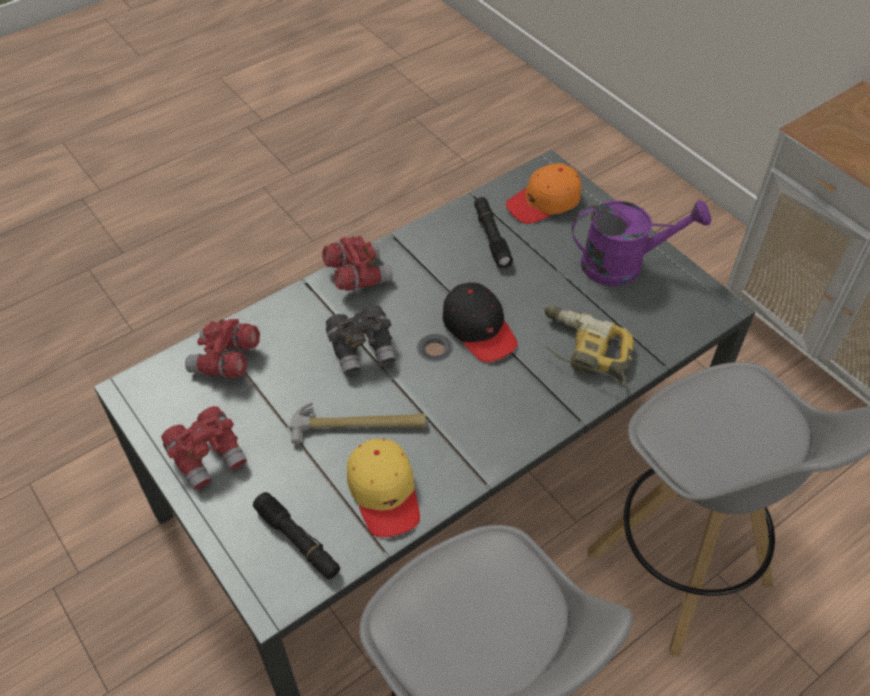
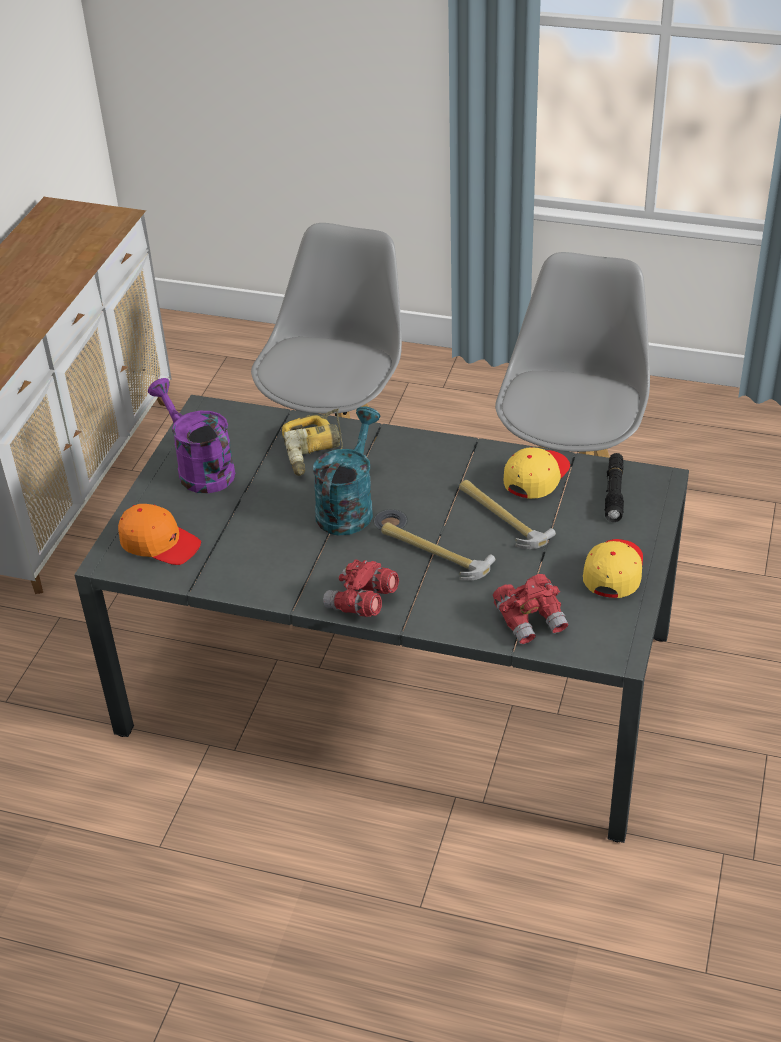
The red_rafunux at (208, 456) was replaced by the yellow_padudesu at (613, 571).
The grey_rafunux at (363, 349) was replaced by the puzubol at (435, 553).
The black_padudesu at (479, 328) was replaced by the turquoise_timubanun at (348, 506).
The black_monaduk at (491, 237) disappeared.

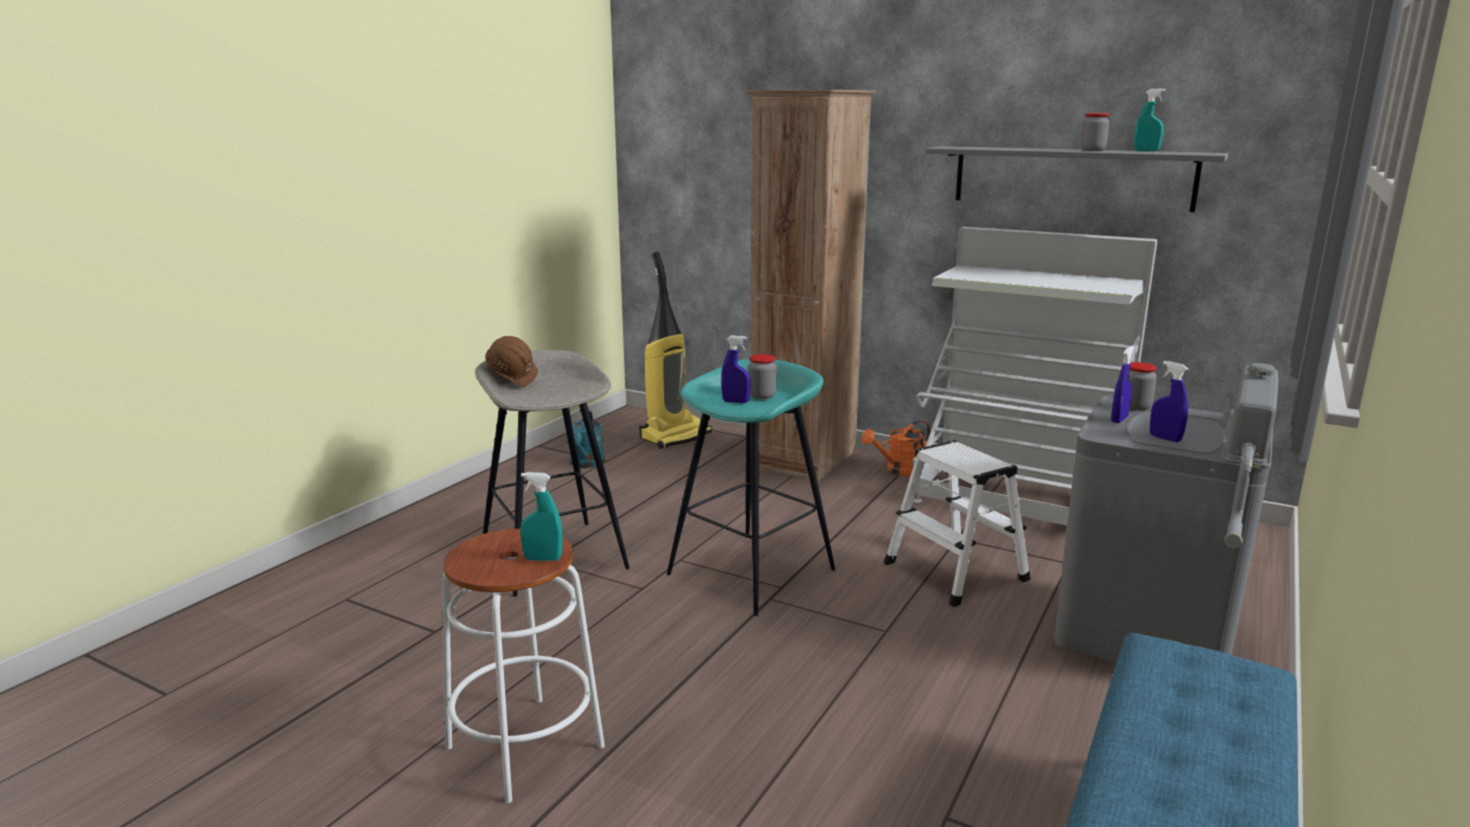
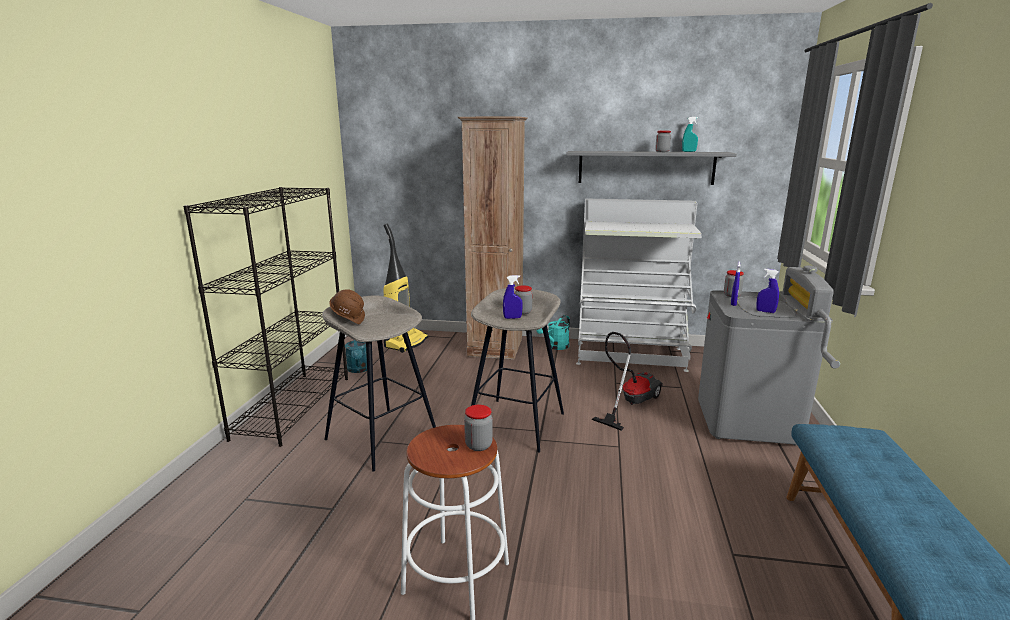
The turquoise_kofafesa at (543, 559) was replaced by the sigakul at (478, 445).
The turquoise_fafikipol at (752, 572) became the grey_fafikipol at (517, 424).
The orange_timubanun at (899, 471) became the turquoise_timubanun at (555, 347).
The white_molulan at (956, 571) was replaced by the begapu at (629, 402).
The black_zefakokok at (293, 406) appeared.

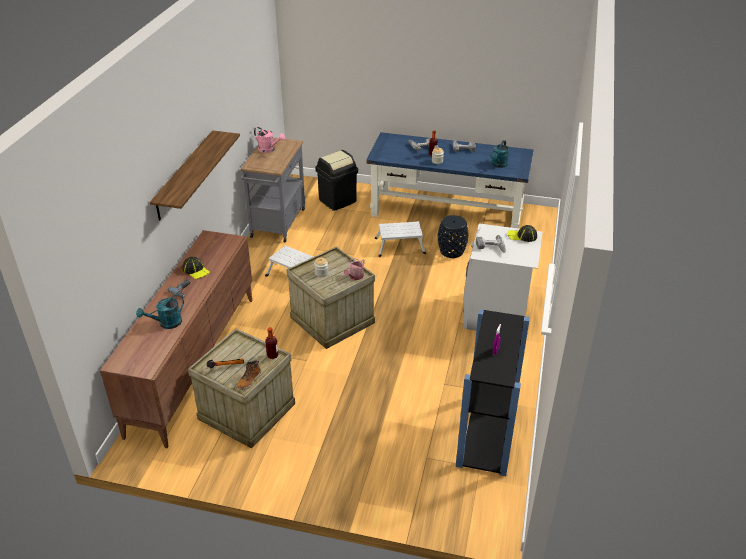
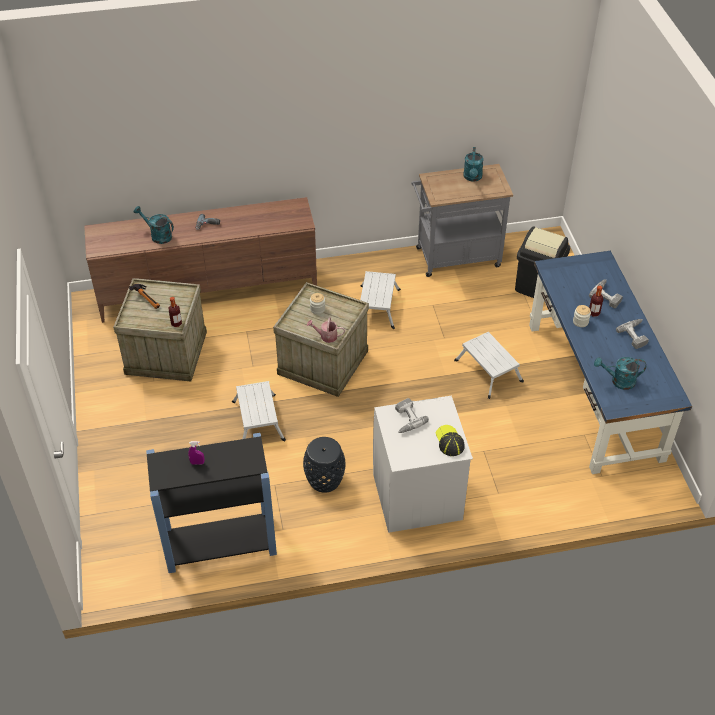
The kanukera at (185, 175) disappeared.
The padudesu at (196, 270) disappeared.
The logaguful at (249, 380) disappeared.
The pink_timubanun at (269, 149) became the turquoise_timubanun at (472, 178).
The black_fafikipol moved from (451, 251) to (324, 480).
The white_molulan at (258, 420) appeared.

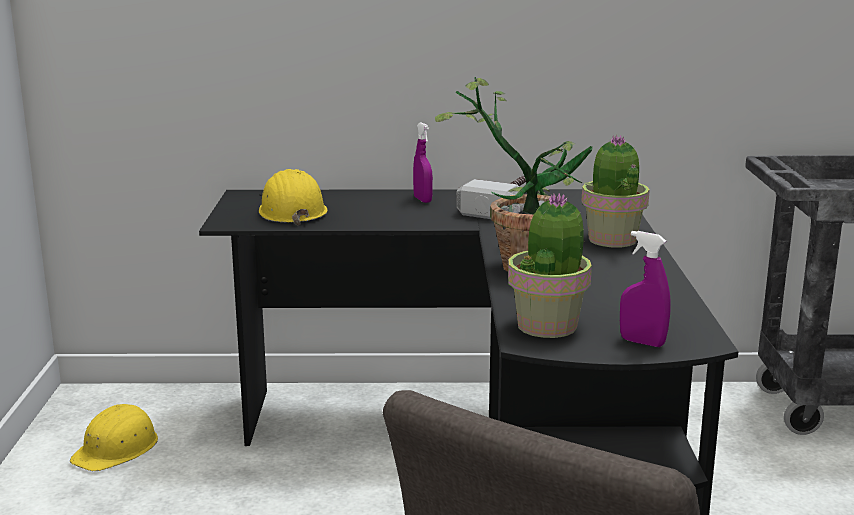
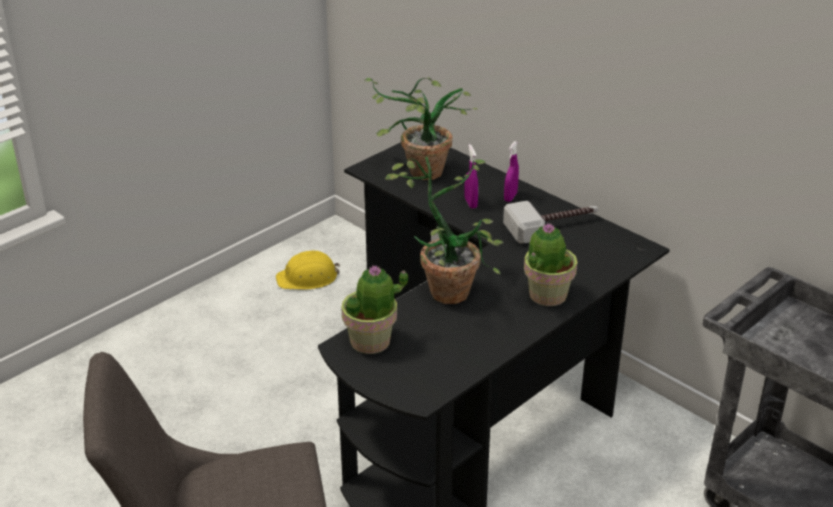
The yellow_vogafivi at (291, 211) was replaced by the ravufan at (417, 173).
The purple_kofafesa moved from (642, 342) to (470, 203).

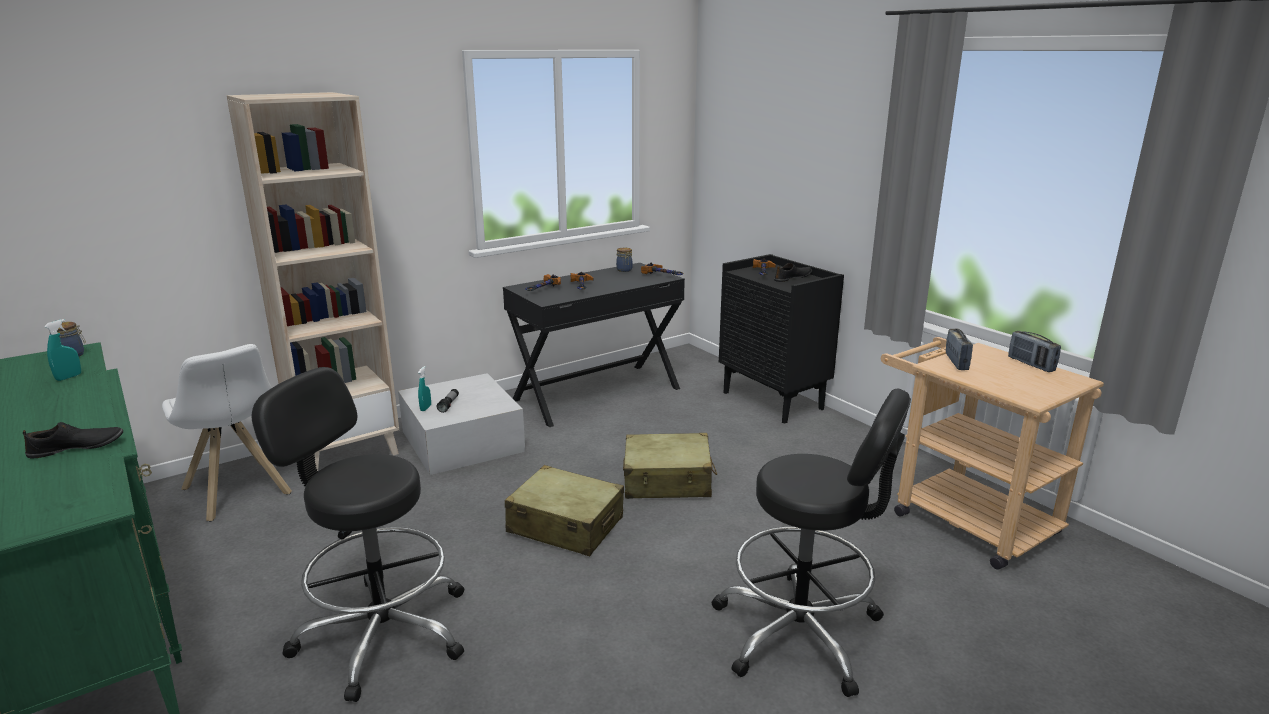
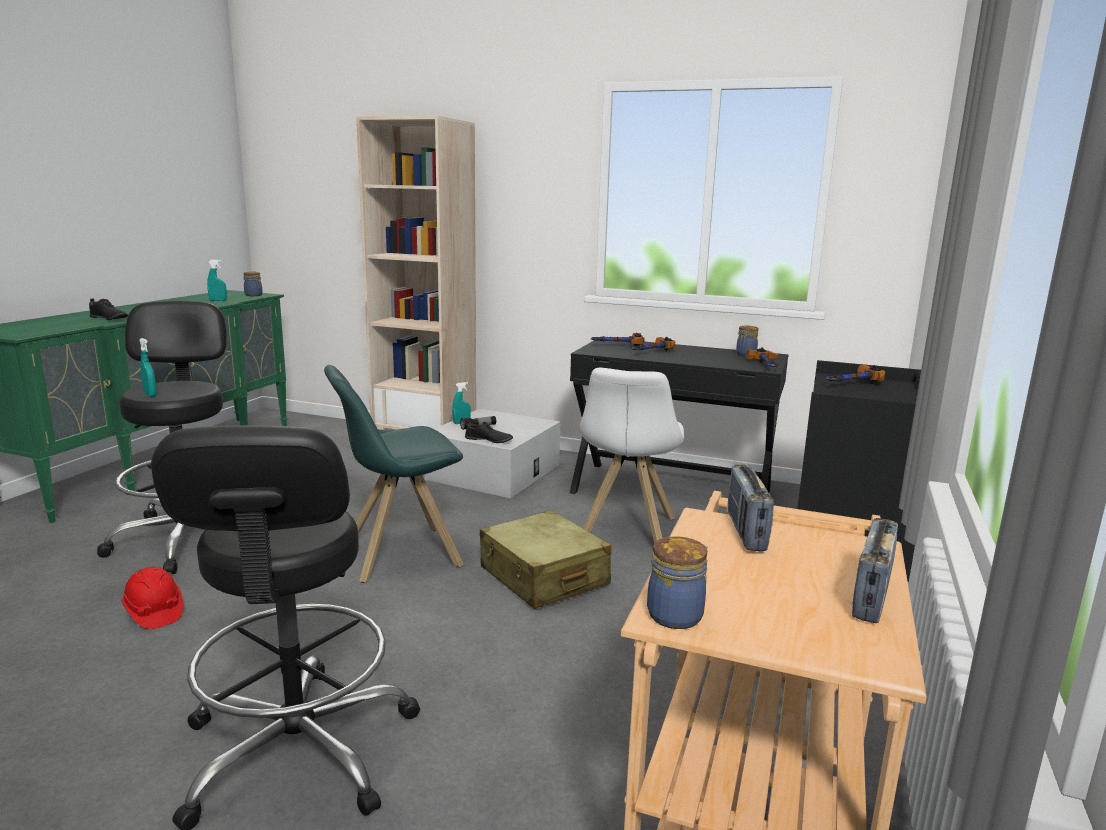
The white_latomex moved from (237, 491) to (626, 531).
The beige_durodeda at (565, 525) was replaced by the turquoise_latomex at (401, 554).
The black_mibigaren moved from (793, 278) to (488, 440).
The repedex at (956, 362) turned 120 degrees clockwise.
The red_vogafivi at (154, 612) appeared.
The turquoise_kofafesa at (150, 395) appeared.
The sigakul at (677, 615) appeared.

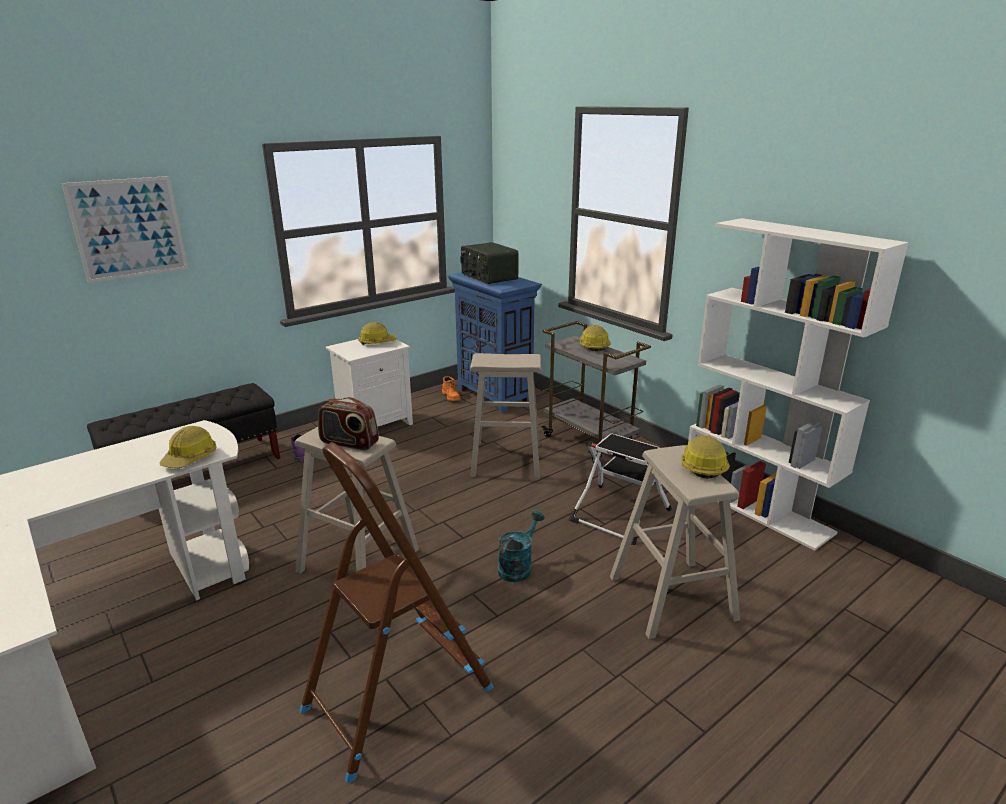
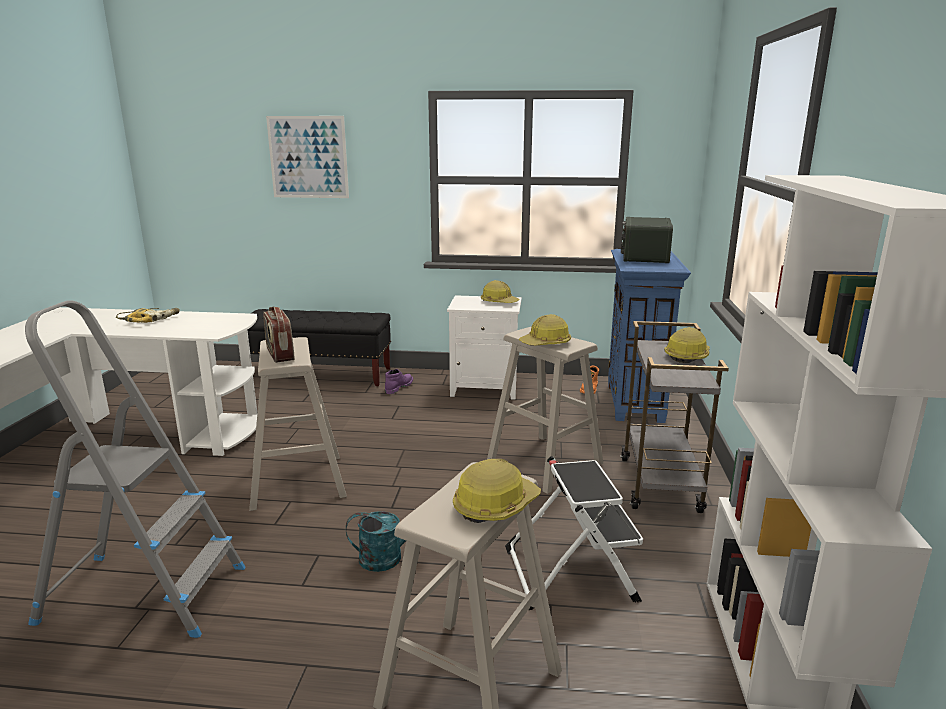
The vogafivi moved from (190, 458) to (546, 343).
The brown_molulan at (400, 697) became the grey_molulan at (145, 594).
The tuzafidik at (150, 319) appeared.

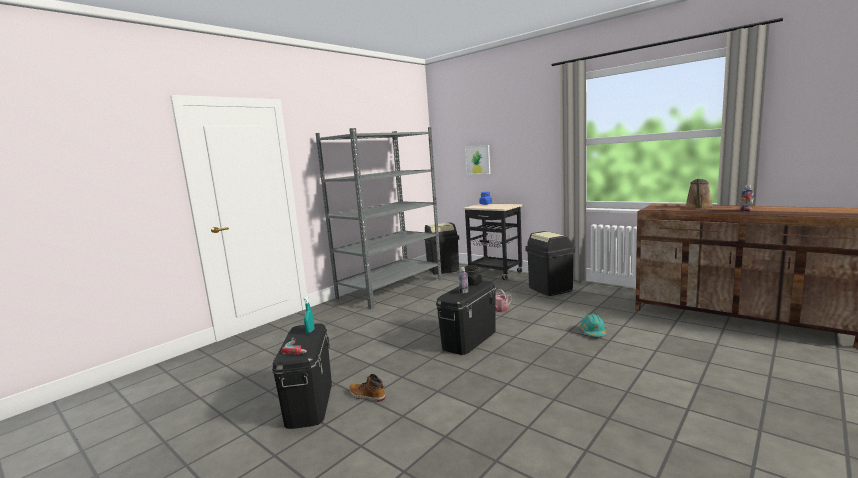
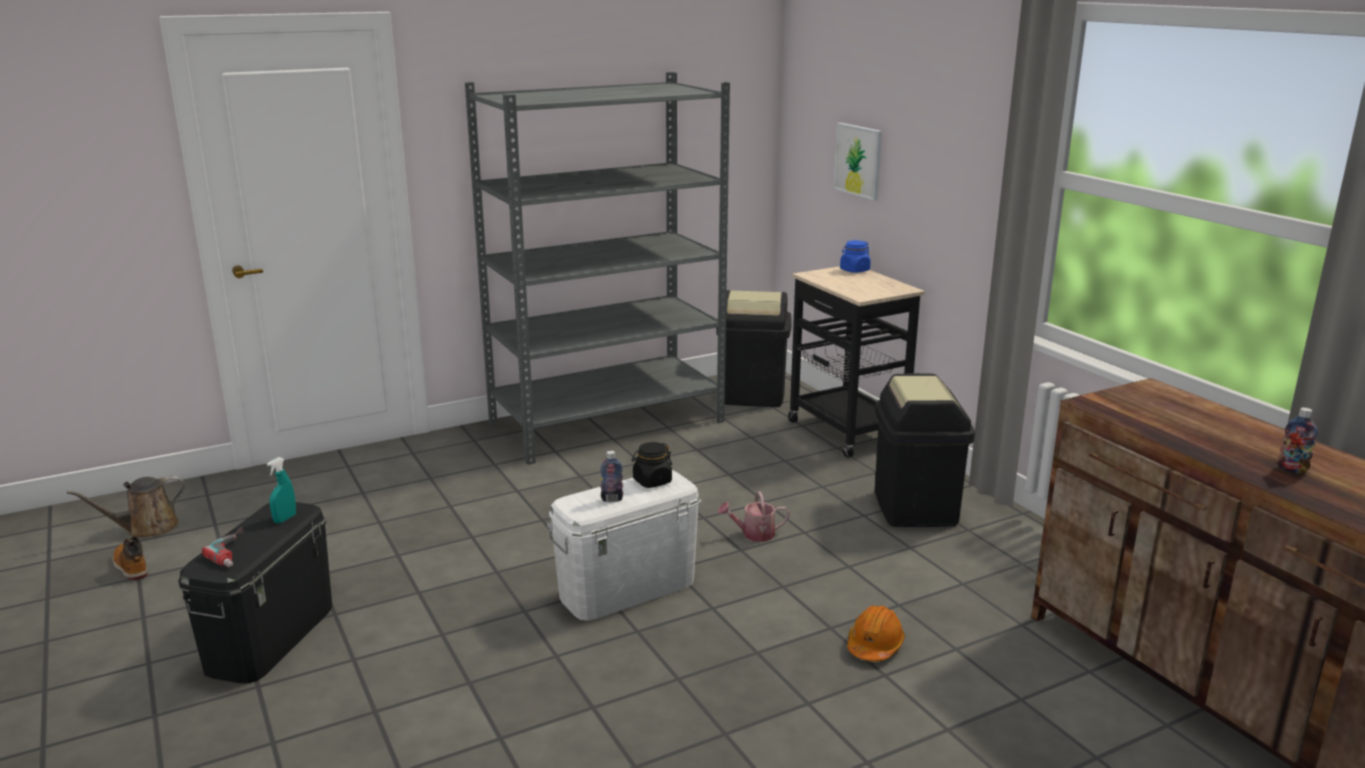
The logaguful moved from (366, 396) to (130, 567).
The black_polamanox at (469, 339) became the white_polamanox at (627, 589).
The turquoise_vogafivi at (593, 332) became the orange_vogafivi at (874, 645).
The brown_timubanun moved from (698, 207) to (147, 529).

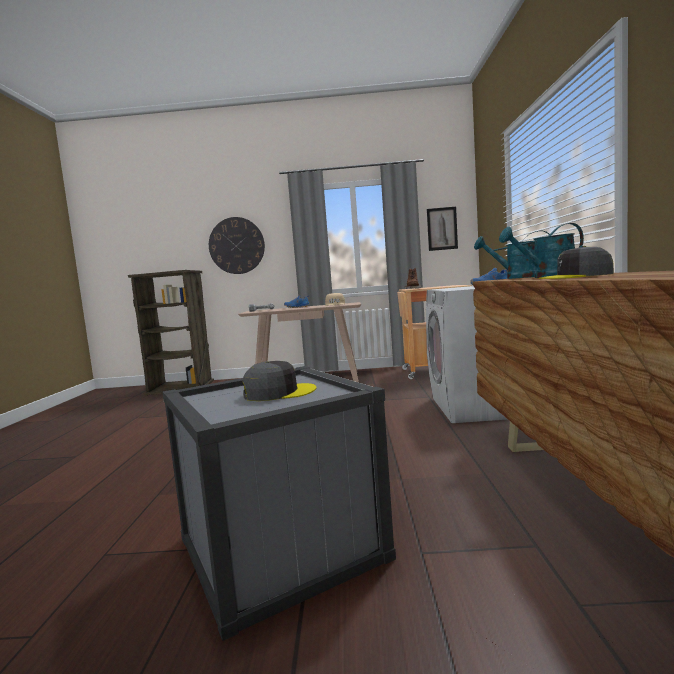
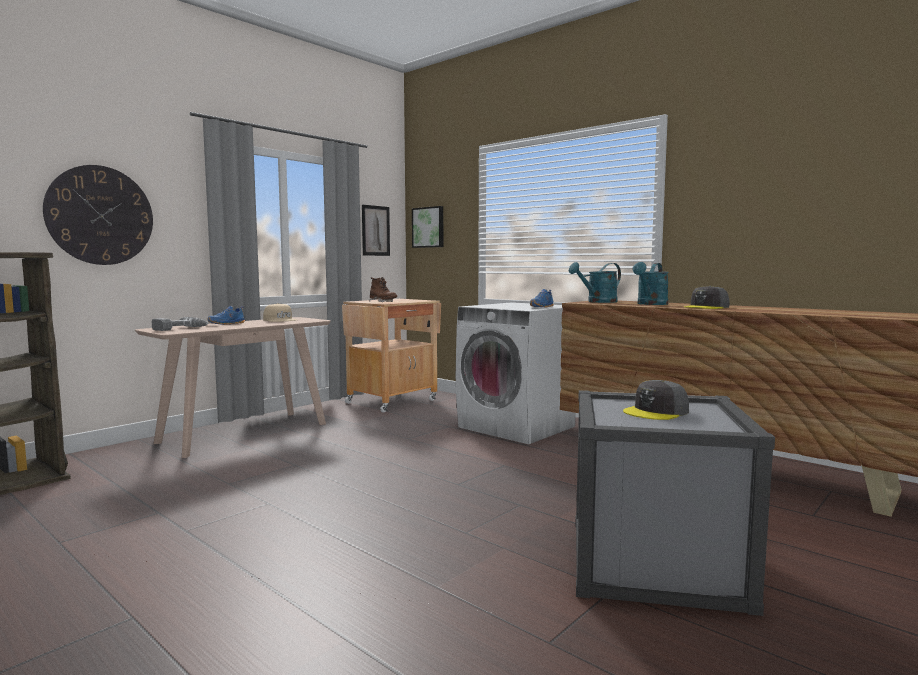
The grey_padudesu at (278, 392) turned 150 degrees counterclockwise.
The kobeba at (429, 227) appeared.

